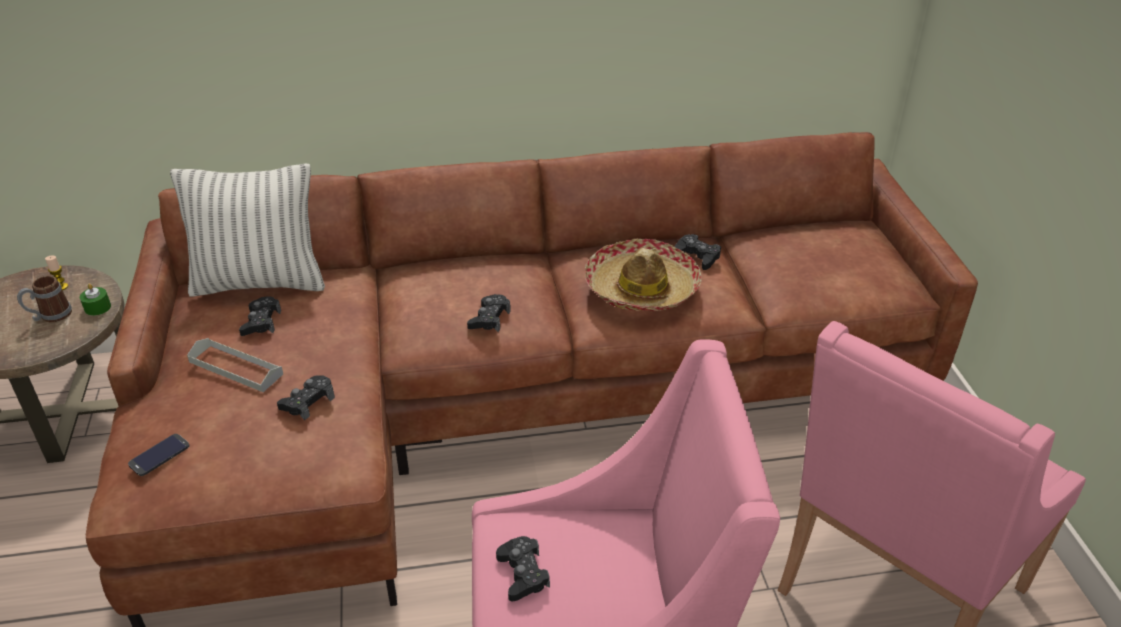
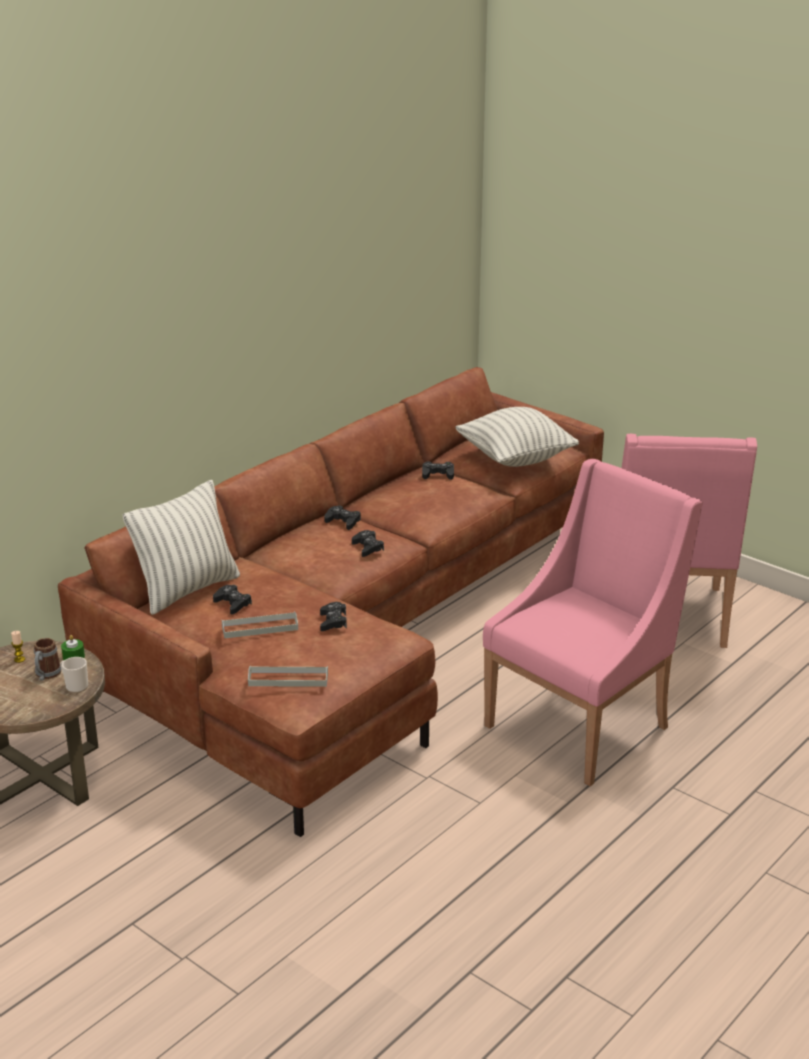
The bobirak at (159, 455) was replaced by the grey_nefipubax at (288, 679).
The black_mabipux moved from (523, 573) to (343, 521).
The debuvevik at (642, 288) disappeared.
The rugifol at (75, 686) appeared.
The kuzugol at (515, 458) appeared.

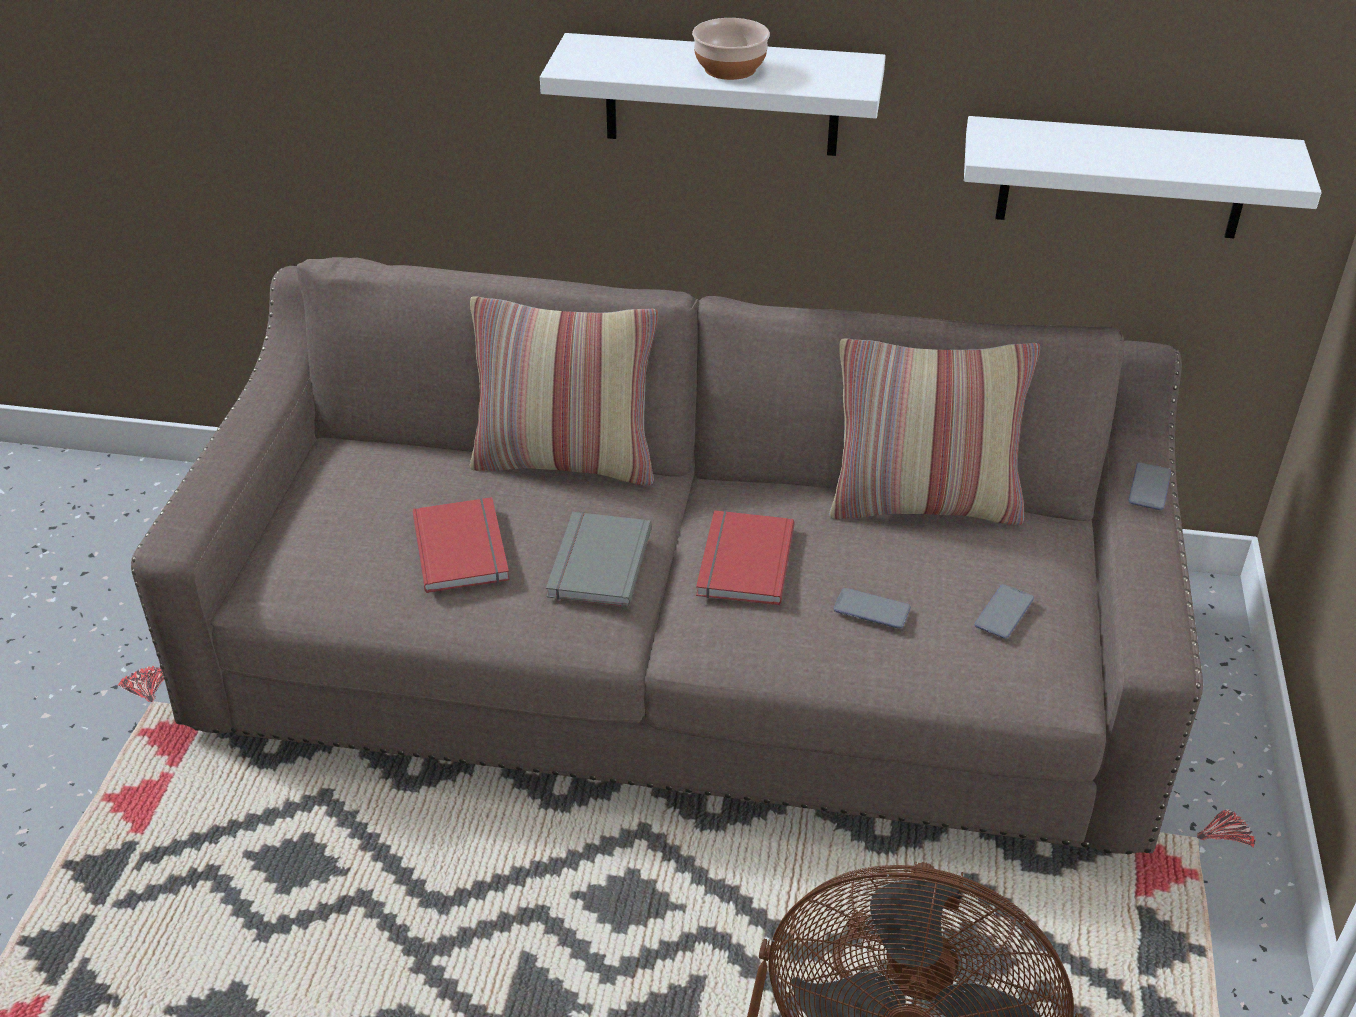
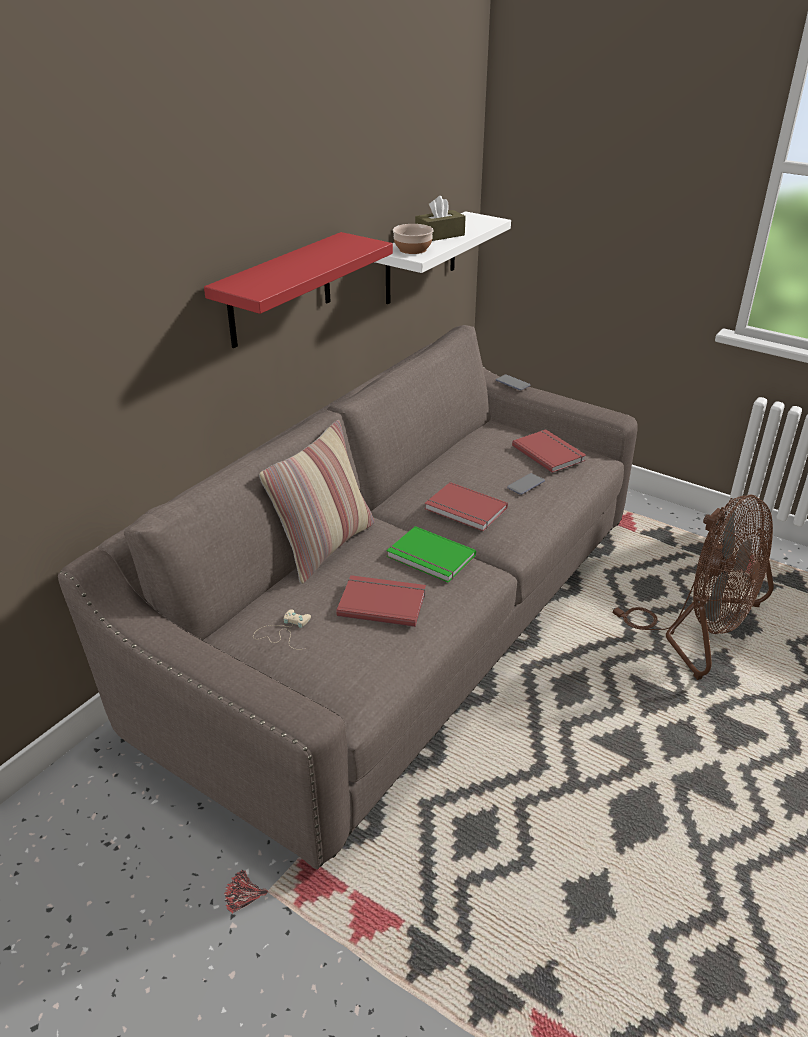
The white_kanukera at (721, 95) became the red_kanukera at (280, 290).
The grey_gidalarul at (596, 563) became the green_gidalarul at (430, 558).
The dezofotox moved from (731, 69) to (413, 249).
The kuzugol at (923, 504) disappeared.
The bobirak at (1004, 612) was replaced by the red_gidalarul at (549, 452).
The beige_mabipux at (283, 632) appeared.
The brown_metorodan at (439, 235) appeared.

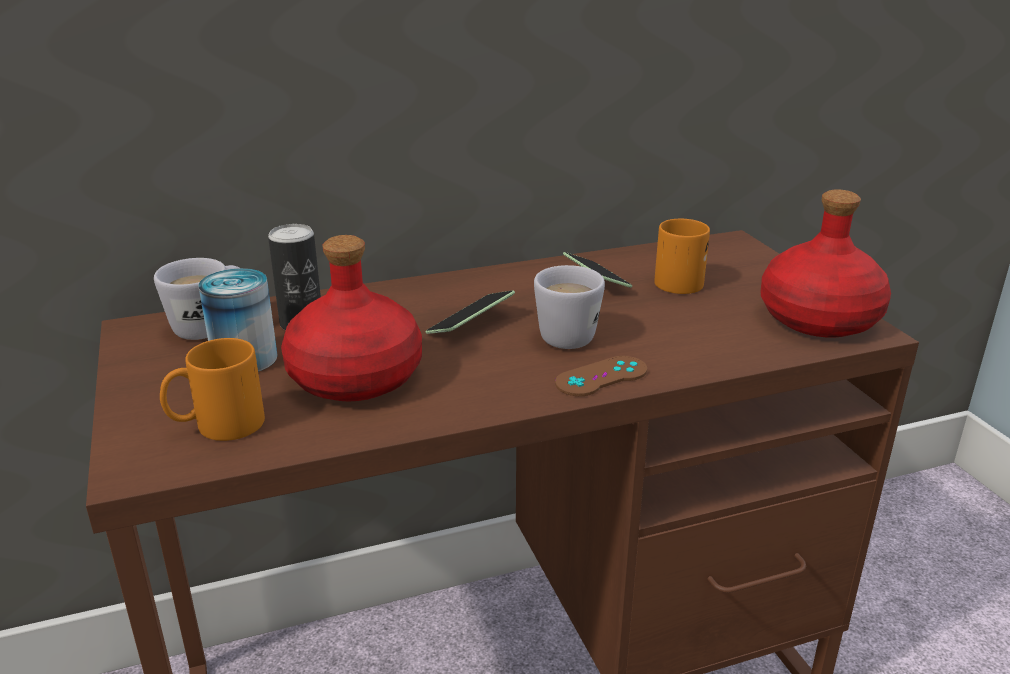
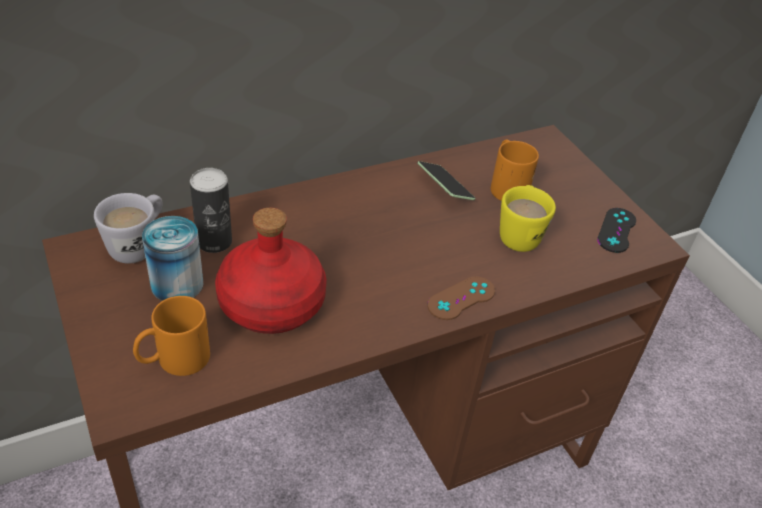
The bobirak at (471, 324) disappeared.
The white_rugifol at (561, 333) disappeared.
The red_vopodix at (818, 318) was replaced by the black_mabipux at (616, 230).
The yellow_rugifol at (519, 234) appeared.

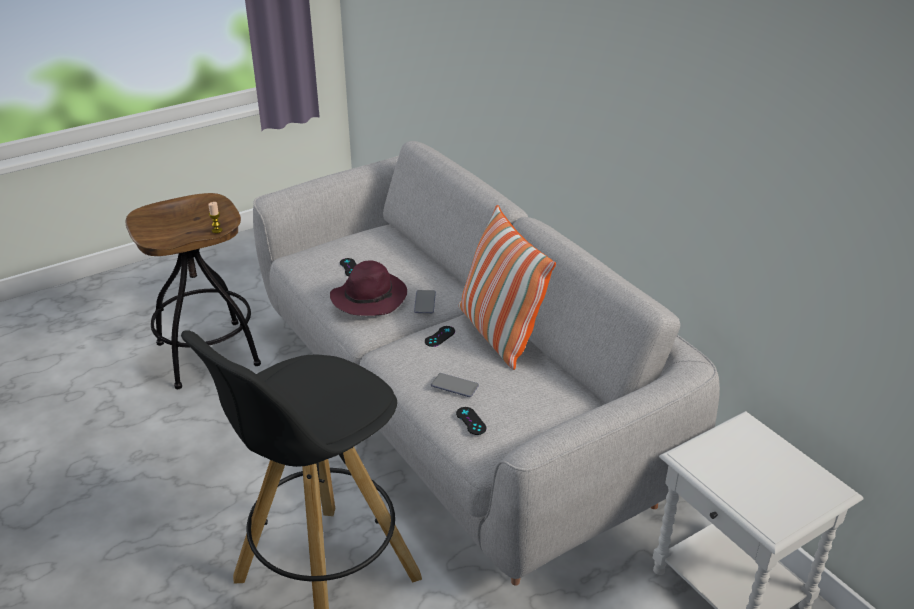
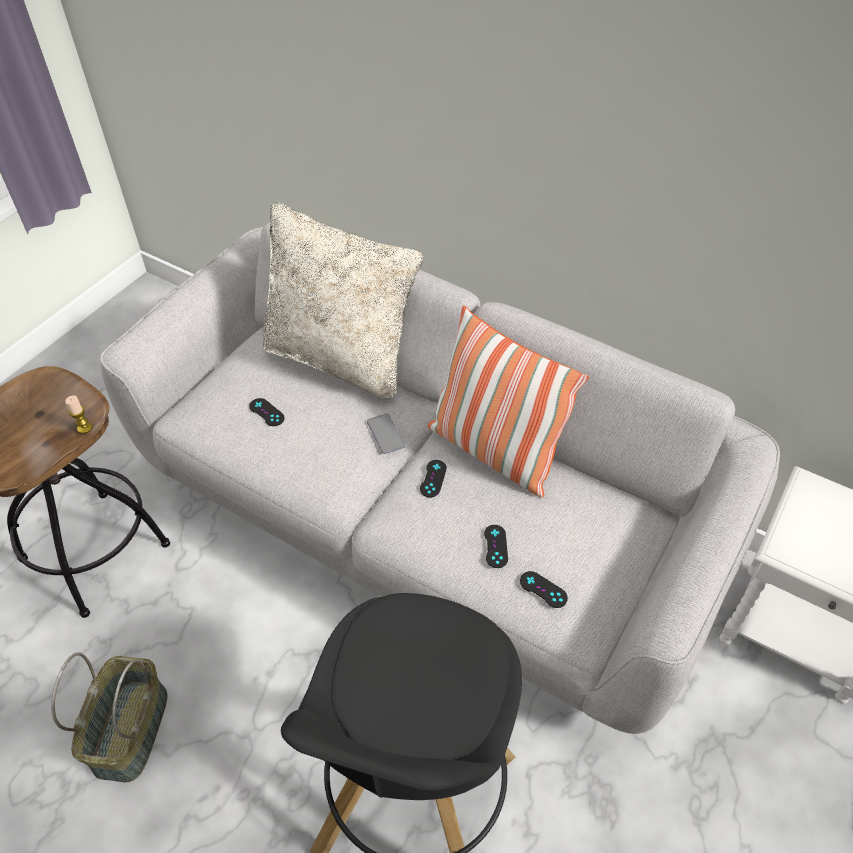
The purple_debuvevik at (370, 297) disappeared.
The bobirak at (454, 386) was replaced by the black_mabipux at (495, 546).
The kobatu at (130, 729) appeared.
The beige_kuzugol at (340, 363) appeared.

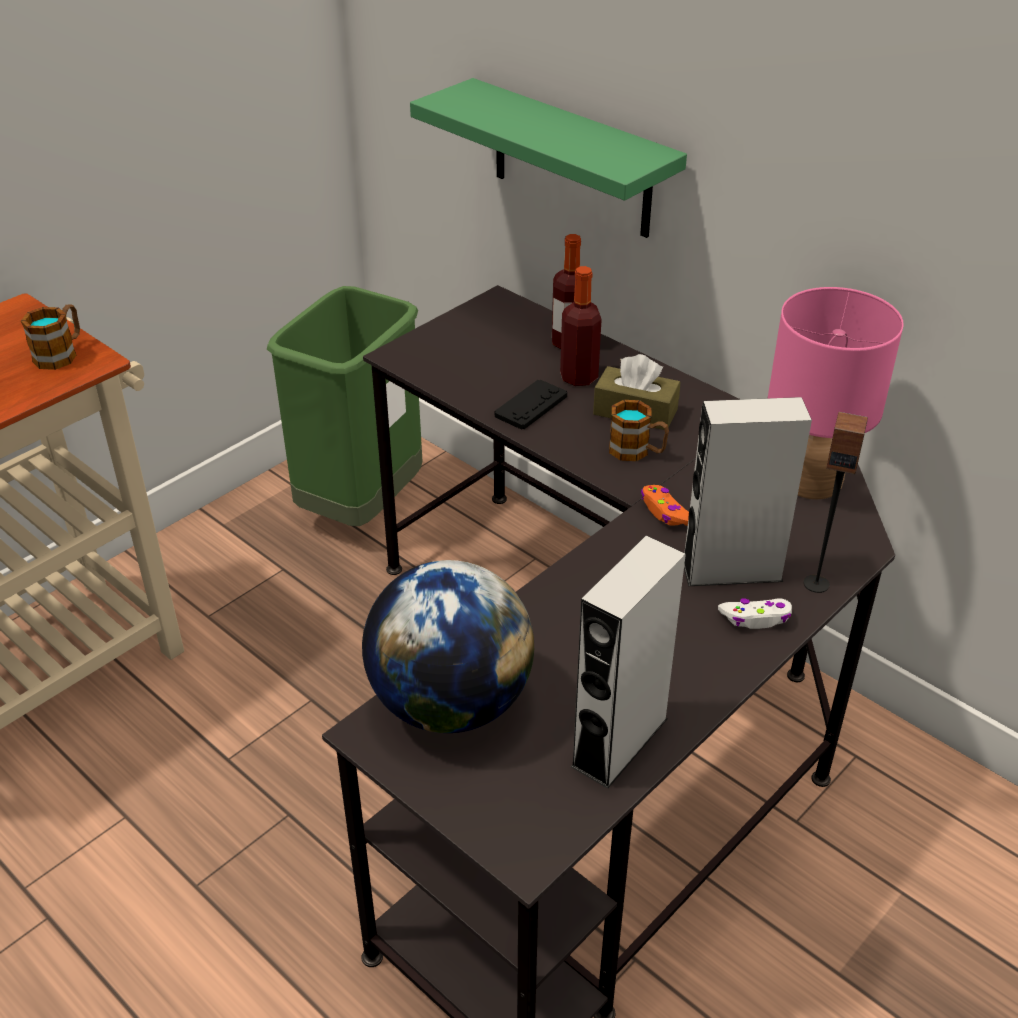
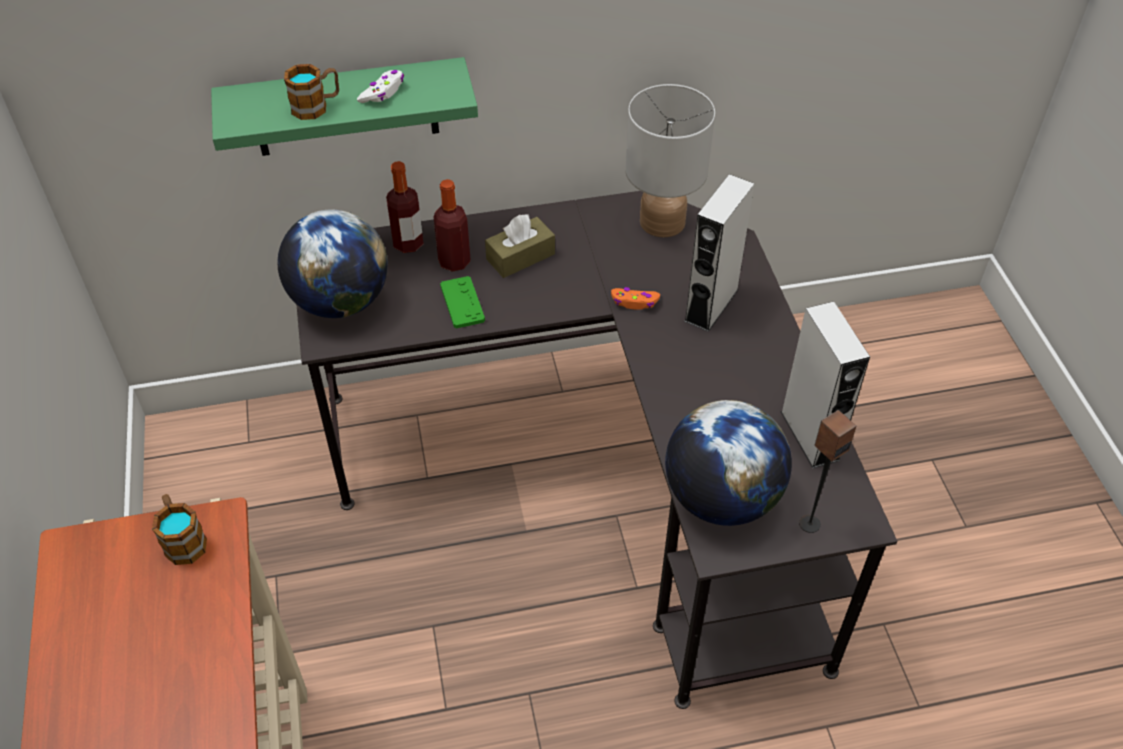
The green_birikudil at (361, 507) disappeared.
The black_mabipux at (531, 406) became the green_mabipux at (462, 303).
The rugifol moved from (637, 451) to (316, 106).
The white_mabipux moved from (756, 618) to (383, 92).
The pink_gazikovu at (810, 481) became the grey_gazikovu at (662, 223).
The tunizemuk moved from (816, 583) to (809, 523).
The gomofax at (340, 301) appeared.

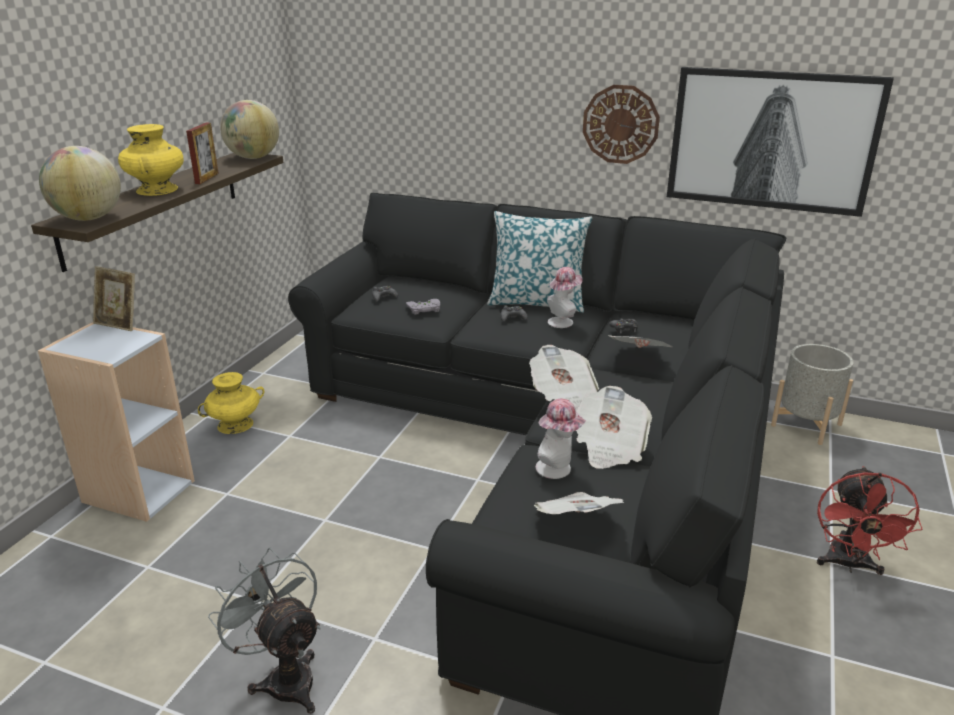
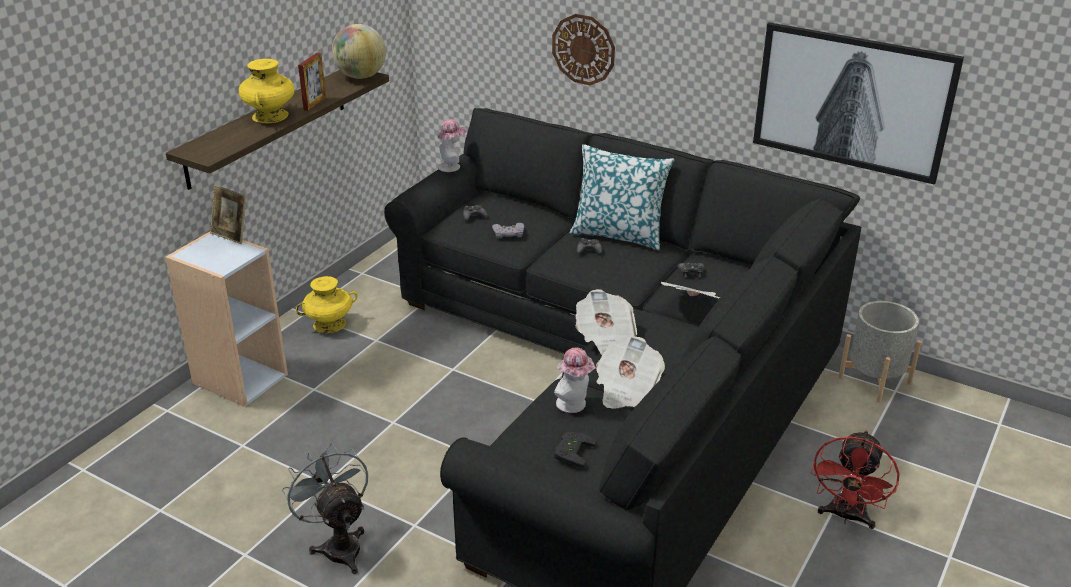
The gomofax at (88, 218) disappeared.
The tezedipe at (576, 522) was replaced by the black_mabipux at (571, 451).
The debuvevik moved from (563, 321) to (452, 166).
The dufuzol moved from (620, 124) to (583, 49).

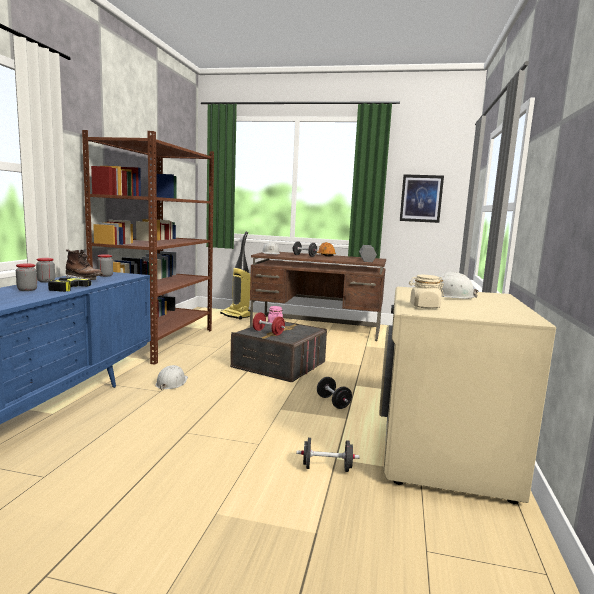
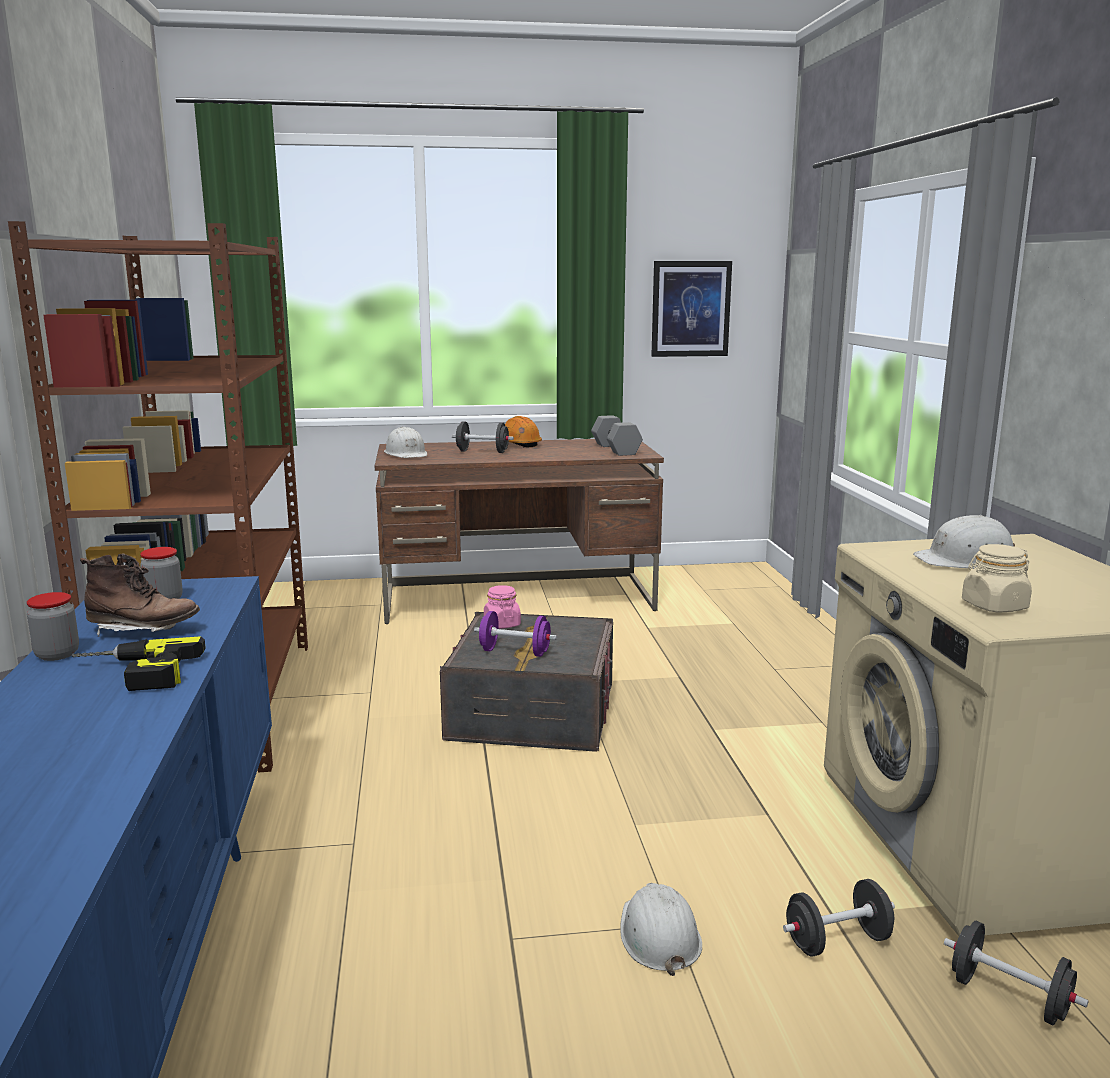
The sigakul at (27, 290) disappeared.
The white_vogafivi moved from (171, 383) to (658, 936).
The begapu at (236, 315) disappeared.
The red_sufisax at (268, 332) became the purple_sufisax at (515, 652).
The black_sufisax moved from (333, 402) to (1008, 997).

